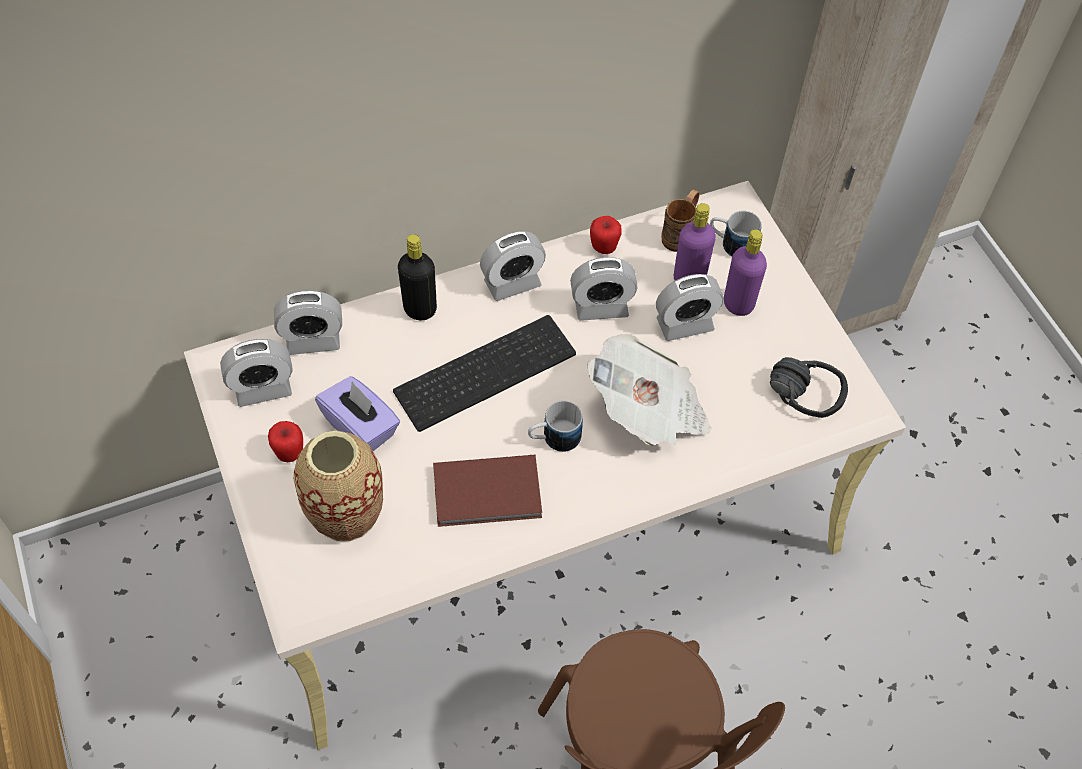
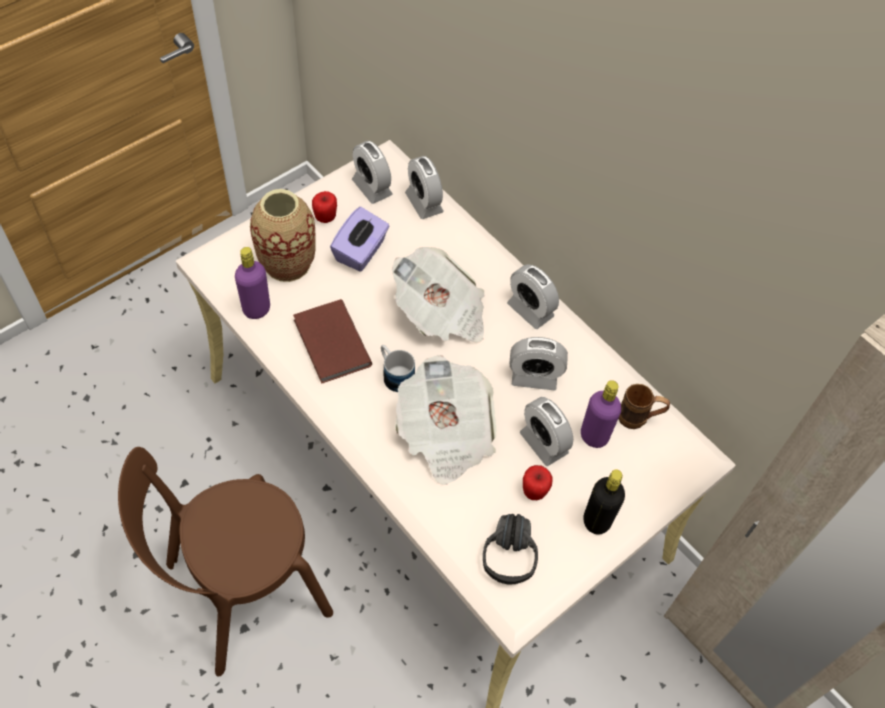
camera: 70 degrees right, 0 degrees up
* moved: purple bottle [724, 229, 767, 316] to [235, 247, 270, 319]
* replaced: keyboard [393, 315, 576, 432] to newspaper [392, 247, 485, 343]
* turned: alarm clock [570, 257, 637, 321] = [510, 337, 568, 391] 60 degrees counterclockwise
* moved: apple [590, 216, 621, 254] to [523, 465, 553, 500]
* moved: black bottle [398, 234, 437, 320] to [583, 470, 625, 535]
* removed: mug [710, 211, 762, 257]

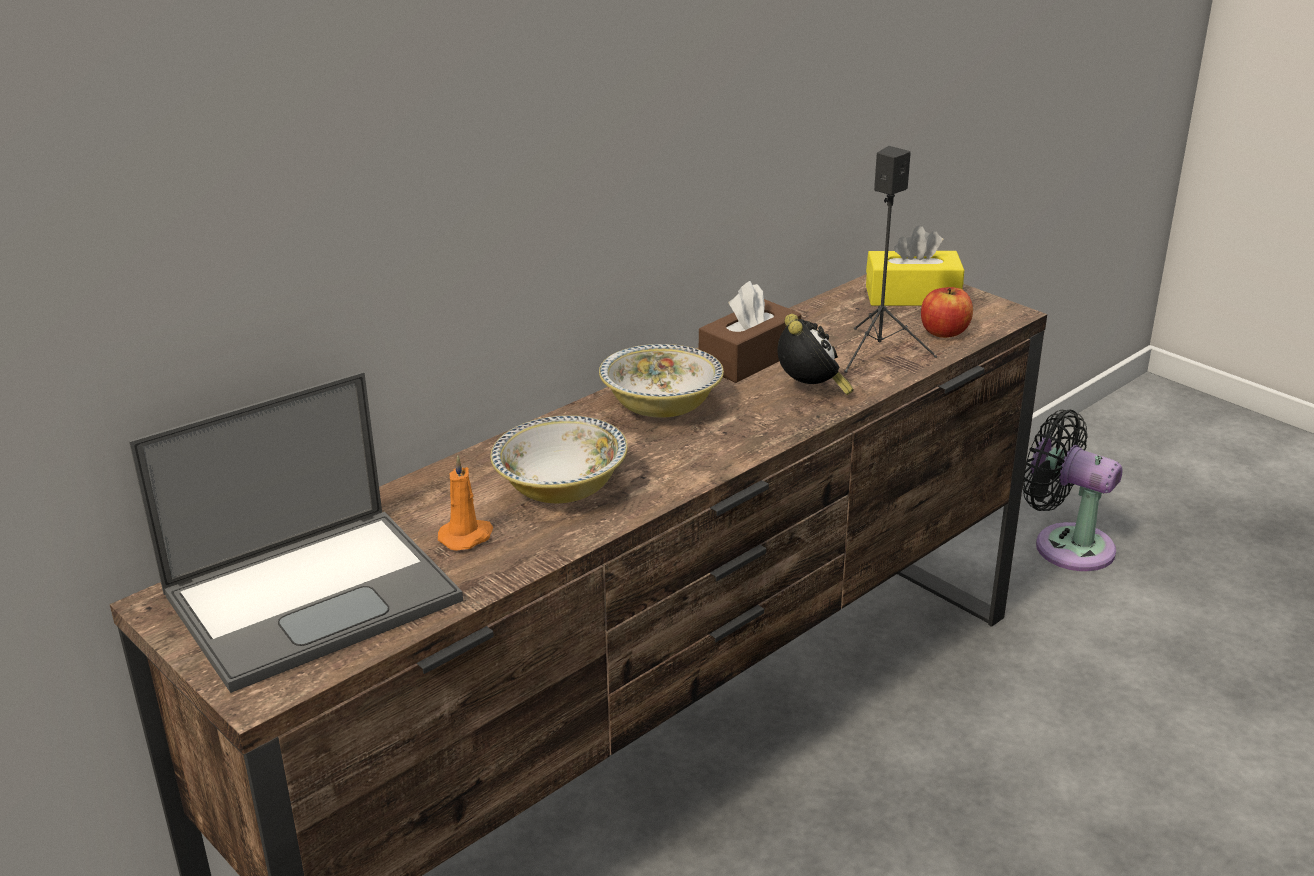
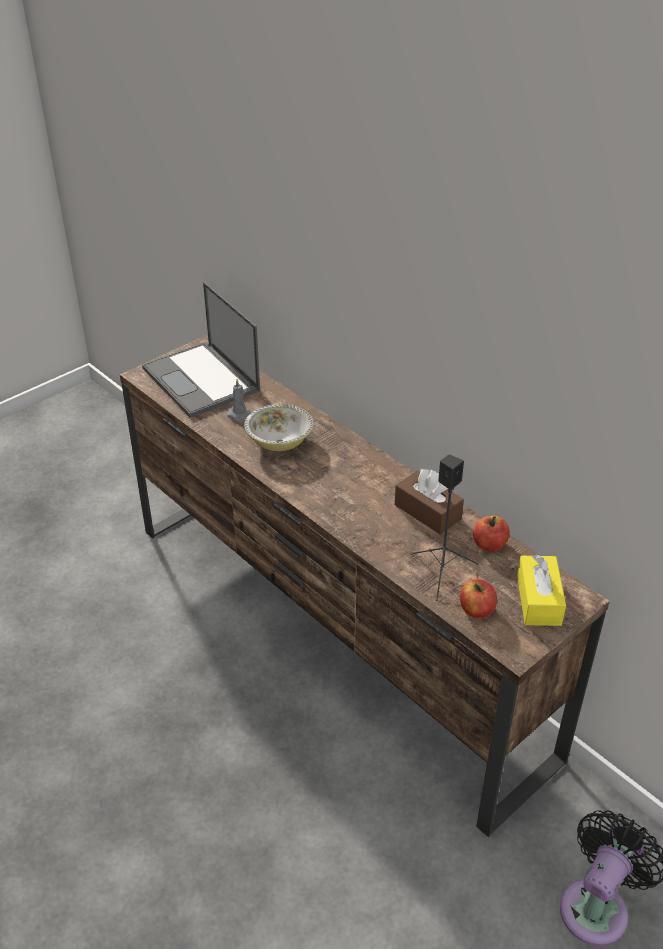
camera: 90 degrees right, 10 degrees up
* recoloured: orange candle [438, 455, 493, 551] to grey candle [227, 379, 251, 423]
* added: apple [473, 516, 510, 551]
* removed: bowl [599, 344, 724, 418]
* removed: alarm clock [778, 314, 854, 395]

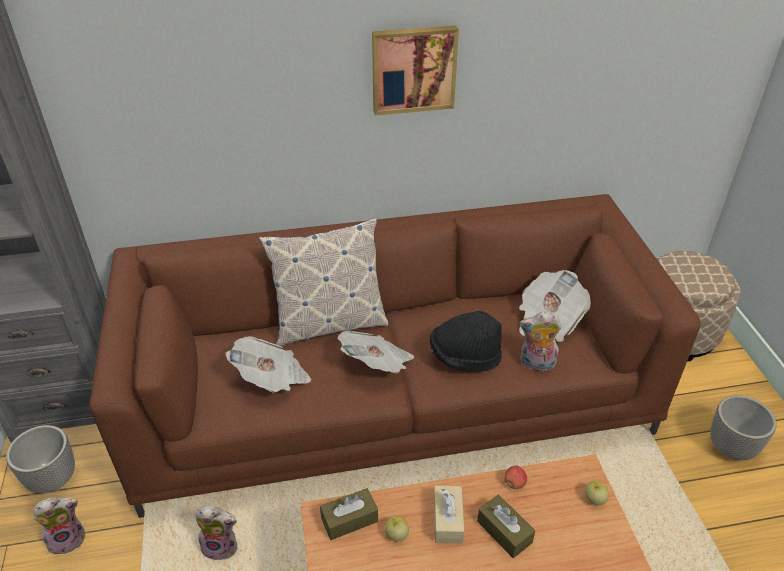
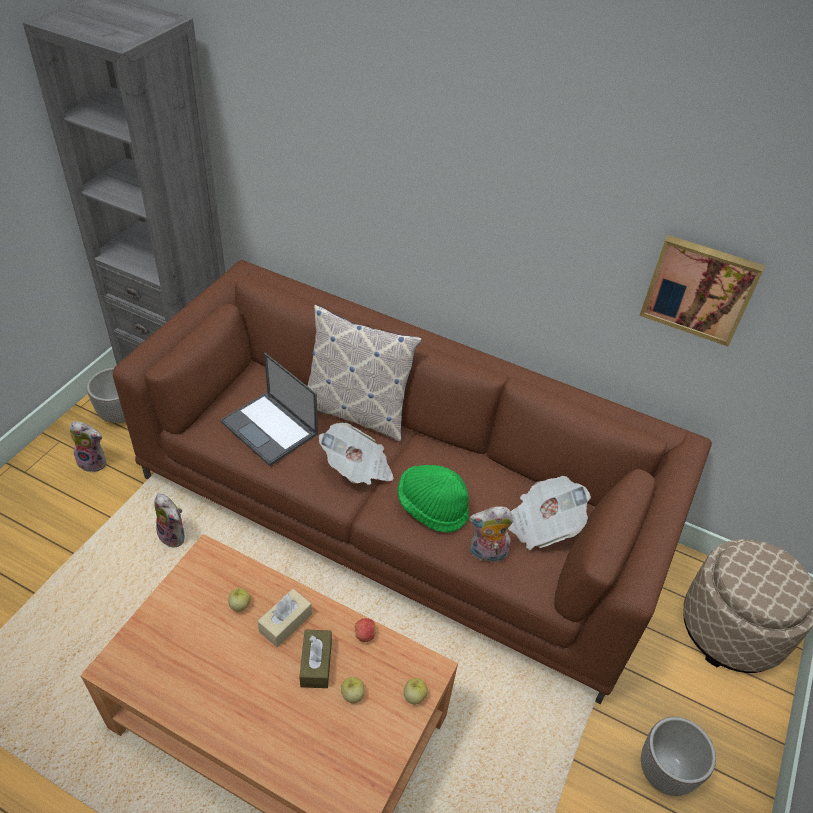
camera: 35 degrees right, 5 degrees up
* replaced: newspaper [226, 336, 311, 393] to laptop [220, 353, 318, 466]
* added: apple [341, 677, 364, 703]
* recoloured: black hat [430, 311, 502, 372] to green hat [397, 465, 469, 533]
* turned: plush toy [520, 312, 561, 371] = [469, 506, 514, 563] 45 degrees counterclockwise
* moved: picture [372, 25, 459, 115] to [639, 235, 765, 346]
* removed: brown tissue box [320, 488, 378, 540]

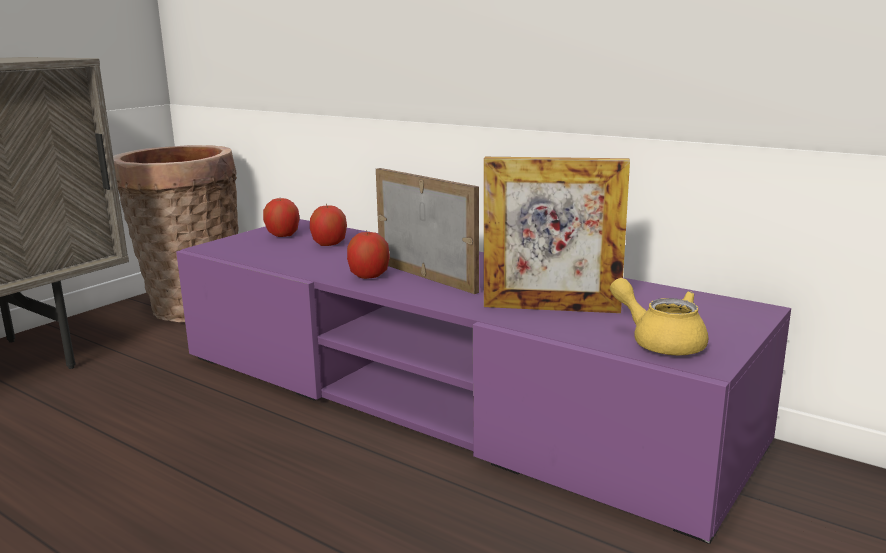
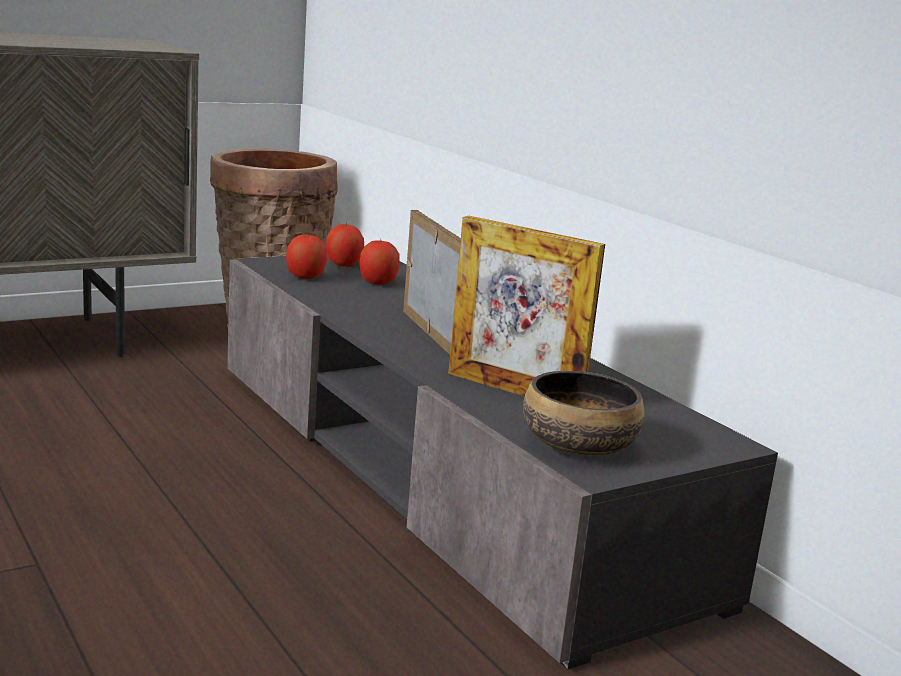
camera: 20 degrees right, 0 degrees up
* recoloured: purple tv stand [176, 219, 791, 544] to grey tv stand [227, 254, 778, 669]
* moved: apple [347, 230, 390, 279] to [286, 233, 327, 279]
* replaced: yellow teapot [610, 278, 709, 355] to bowl [523, 371, 645, 456]

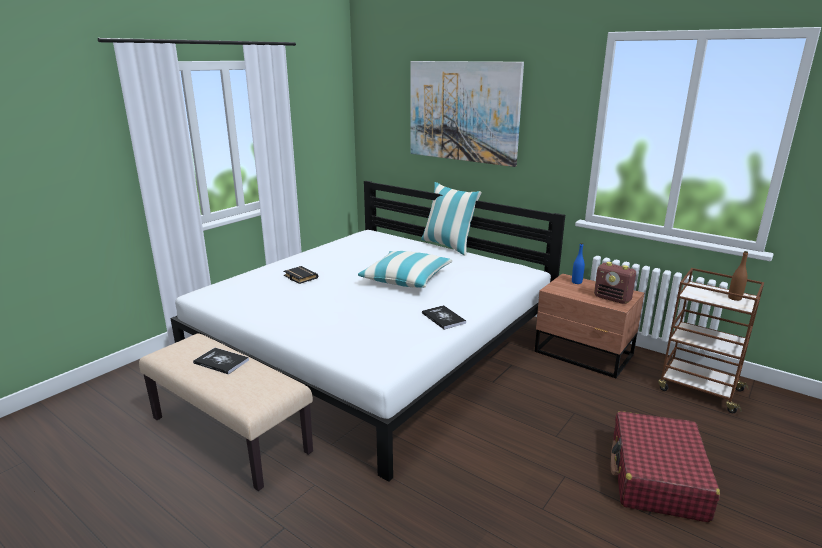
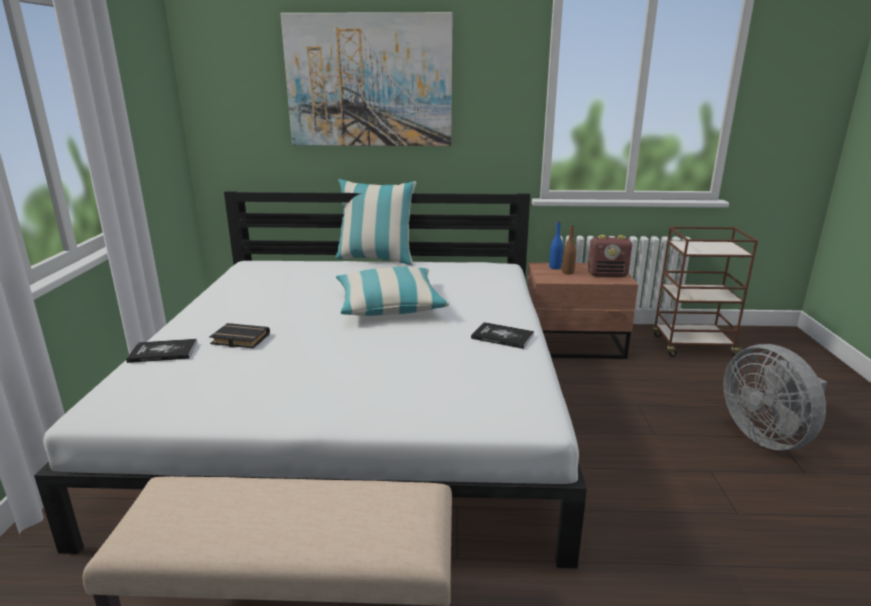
camera: 35 degrees left, 0 degrees up
* moved: book [193, 348, 249, 374] to [126, 339, 197, 363]
* moved: brown bottle [728, 251, 748, 301] to [562, 225, 576, 274]
* replaced: red suitcase [611, 411, 720, 522] to grey fan [724, 344, 827, 450]

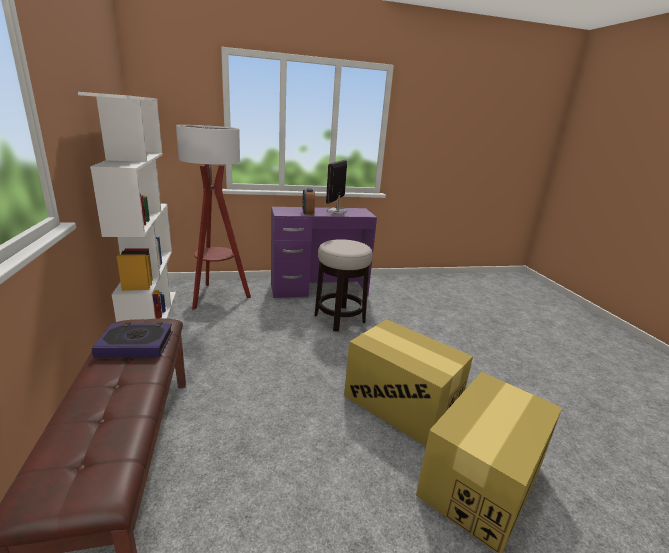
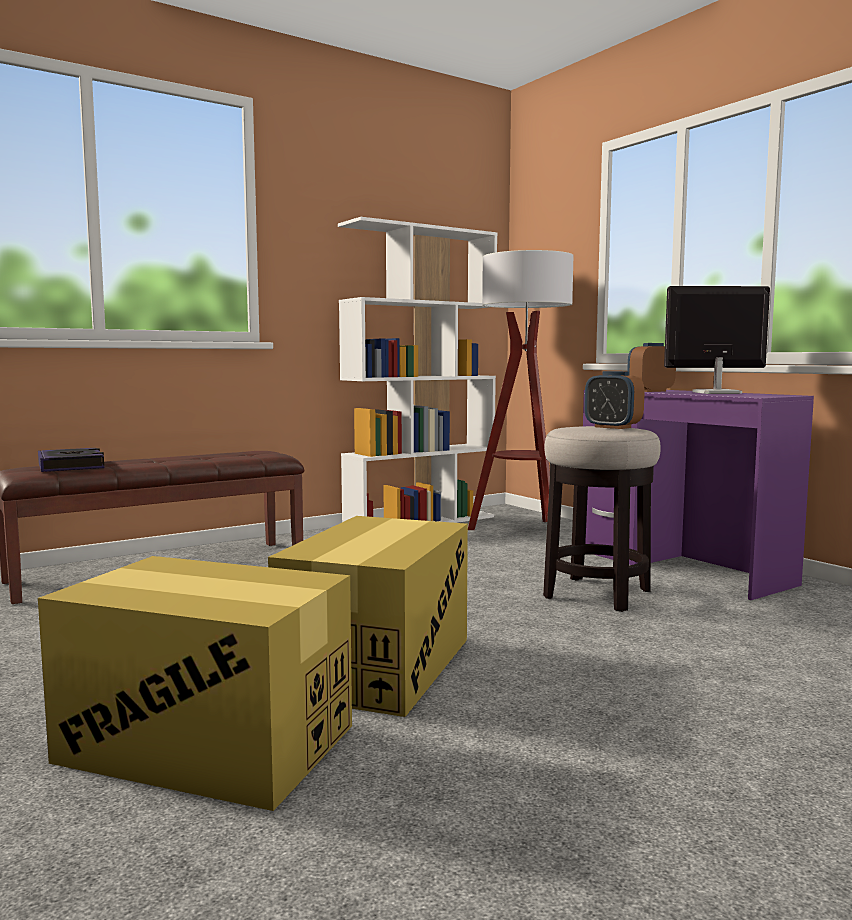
camera: 70 degrees right, 15 degrees down
* moved: book [92, 322, 173, 358] to [38, 448, 104, 472]
* added: alarm clock [584, 371, 645, 429]

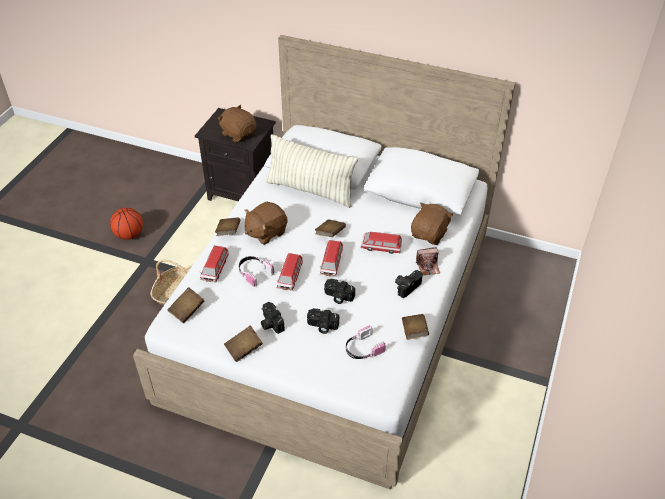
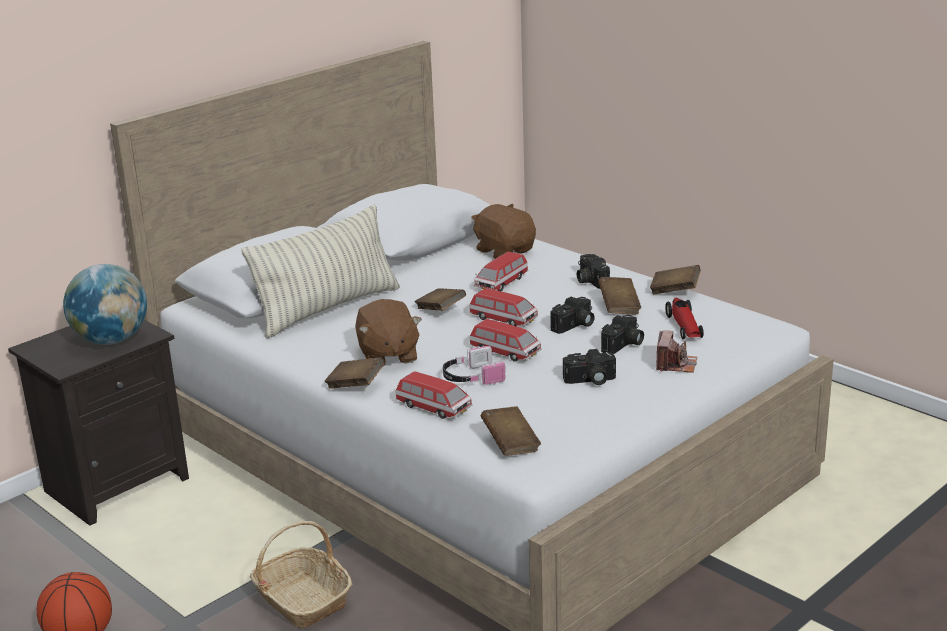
camera: 65 degrees left, 20 degrees down
* replaced: brown plush toy [218, 105, 256, 143] to globe [63, 264, 147, 345]
* moved: brown book [224, 326, 263, 362] to [598, 277, 641, 314]
* moved: photo camera [416, 247, 440, 275] to [656, 330, 697, 373]
* replaced: headphones [346, 325, 386, 359] to toy car [665, 297, 704, 339]

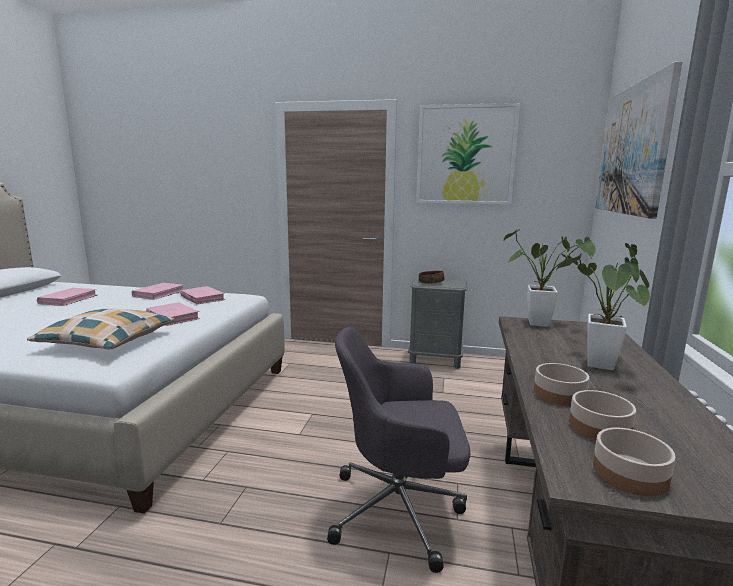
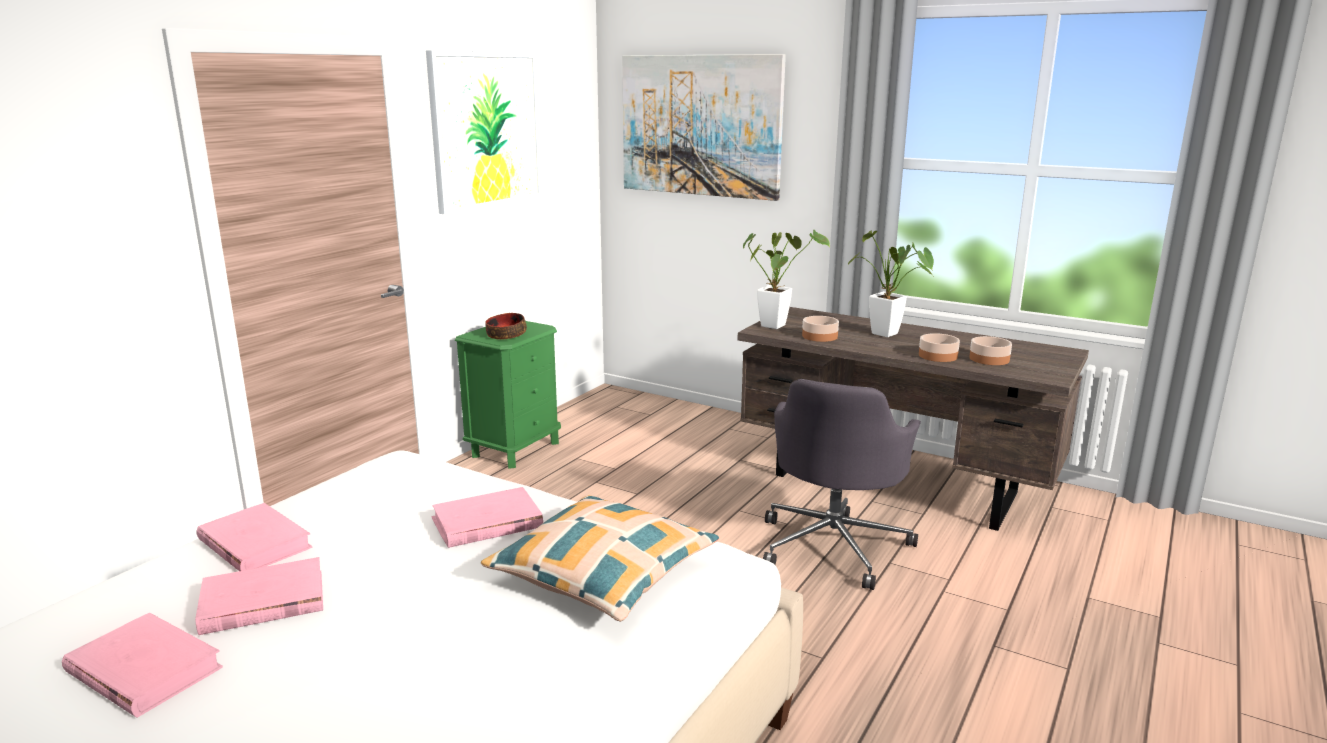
camera: 70 degrees left, 5 degrees up
* moved: pink book [180, 286, 225, 305] to [195, 557, 323, 635]
* recoloured: grey nightstand [408, 277, 467, 369] to green nightstand [455, 321, 561, 469]
* moved: bowl [593, 427, 676, 496] to [802, 316, 839, 342]

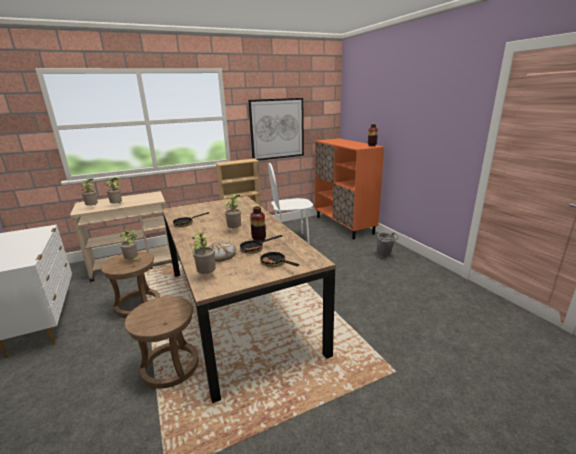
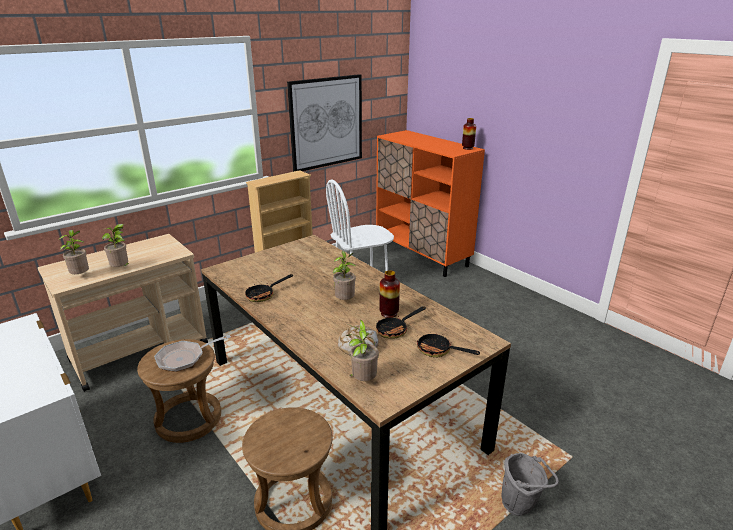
camera: 15 degrees left, 5 degrees up
* replaced: potted plant [120, 230, 140, 260] to frying pan [154, 334, 231, 372]
* moved: grey bucket [377, 232, 399, 258] to [502, 453, 559, 516]

